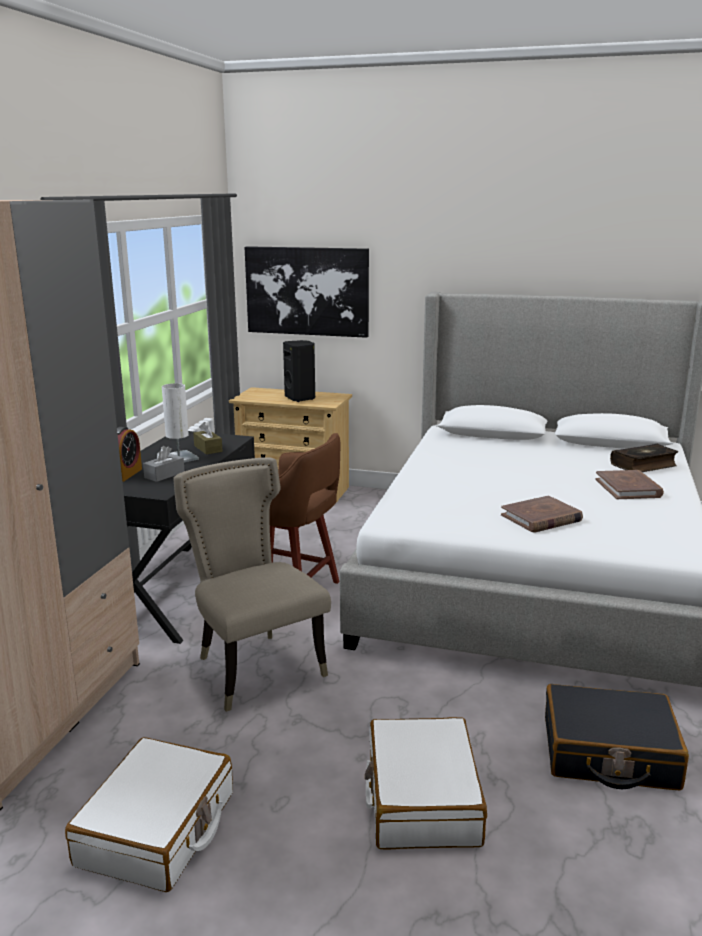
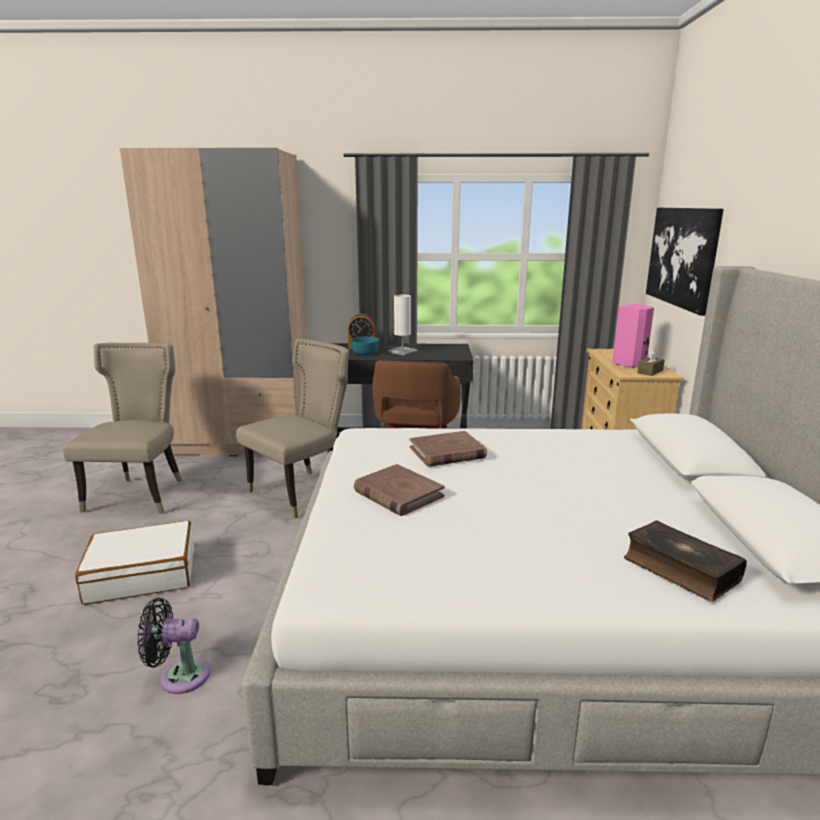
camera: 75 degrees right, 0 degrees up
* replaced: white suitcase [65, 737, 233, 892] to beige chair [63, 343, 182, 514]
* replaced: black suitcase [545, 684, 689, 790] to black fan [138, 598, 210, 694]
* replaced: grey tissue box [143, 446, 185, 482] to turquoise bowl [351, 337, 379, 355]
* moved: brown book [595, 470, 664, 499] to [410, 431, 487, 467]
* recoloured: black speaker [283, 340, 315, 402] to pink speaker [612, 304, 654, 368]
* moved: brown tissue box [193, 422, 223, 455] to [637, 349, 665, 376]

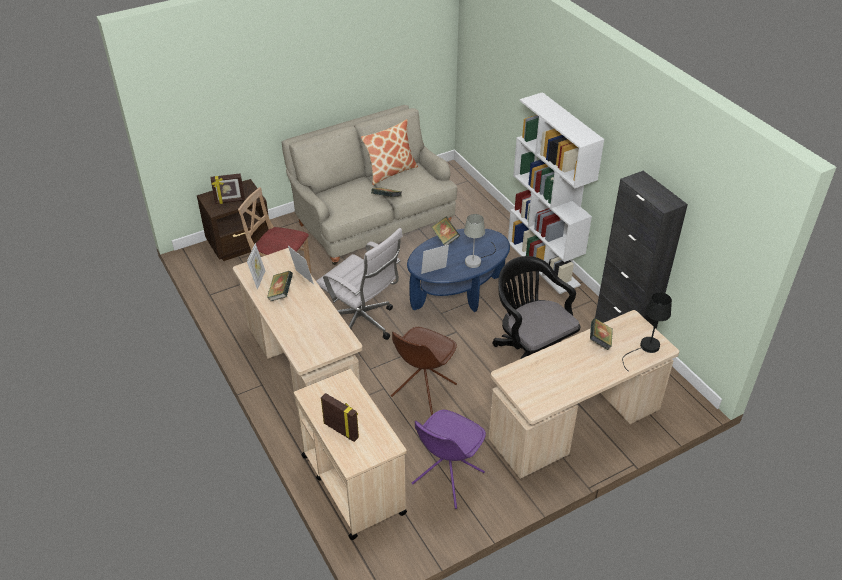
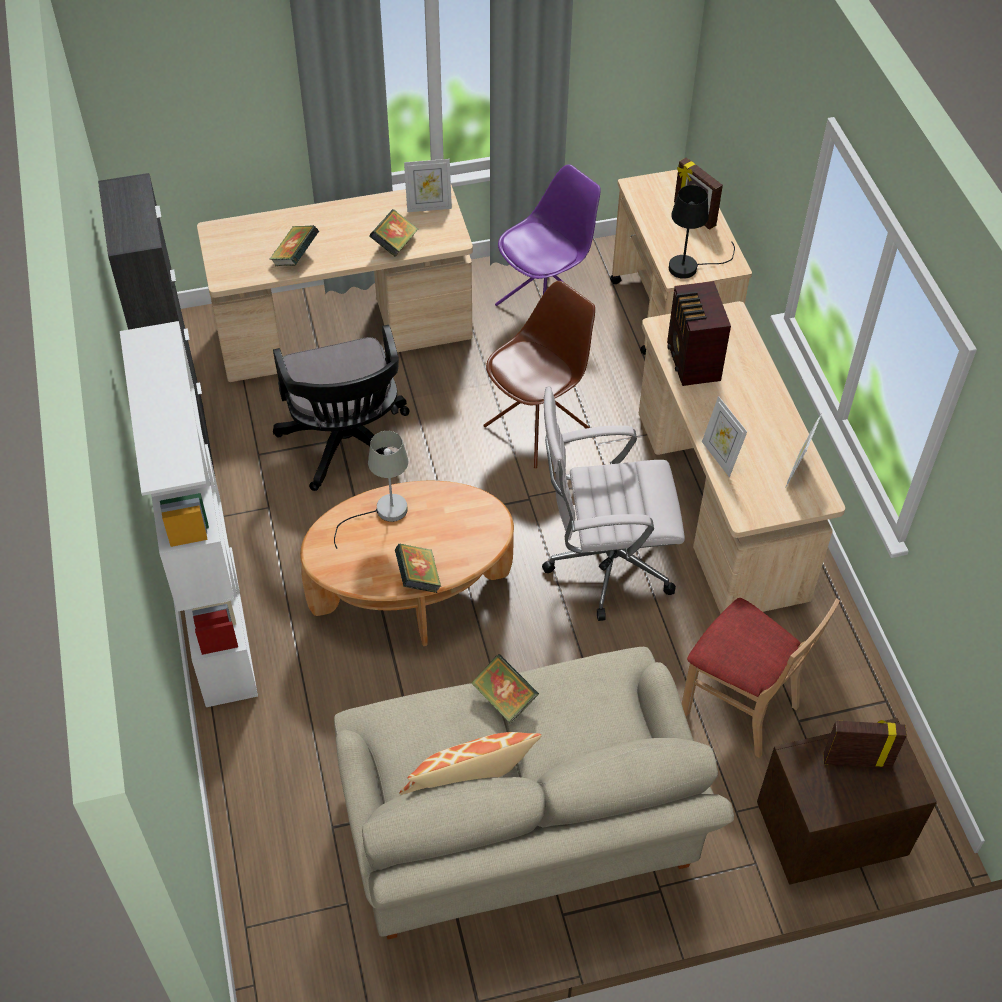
camera: 165 degrees left, 10 degrees up
* recoloured: blue coffee table [407, 229, 510, 312] to brown coffee table [300, 481, 514, 646]
* moved: book [267, 271, 293, 301] to [370, 209, 418, 257]
* moved: picture frame [421, 245, 449, 274] to [404, 159, 452, 212]
* turned: white office chair [316, 228, 403, 340] = [542, 386, 685, 621] 60 degrees counterclockwise
* added: radio [667, 281, 731, 386]
* moved: black table lamp [622, 292, 672, 372] to [669, 185, 735, 279]

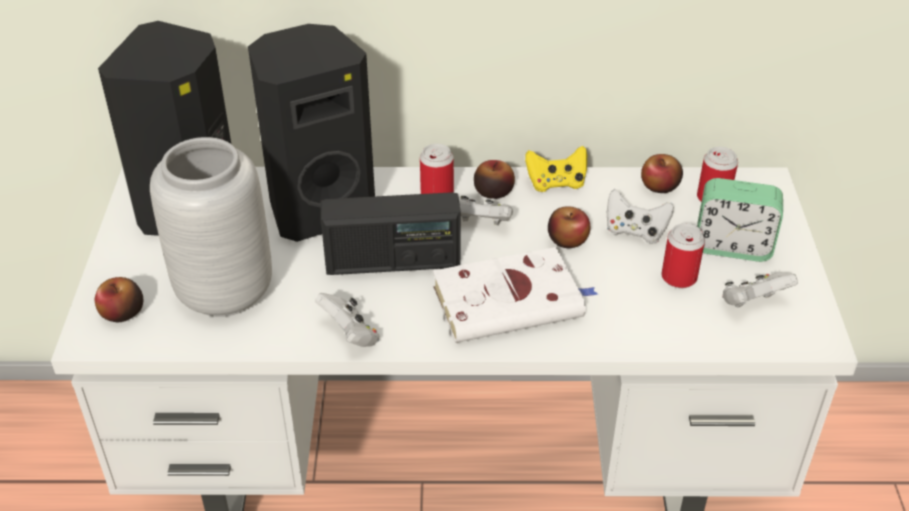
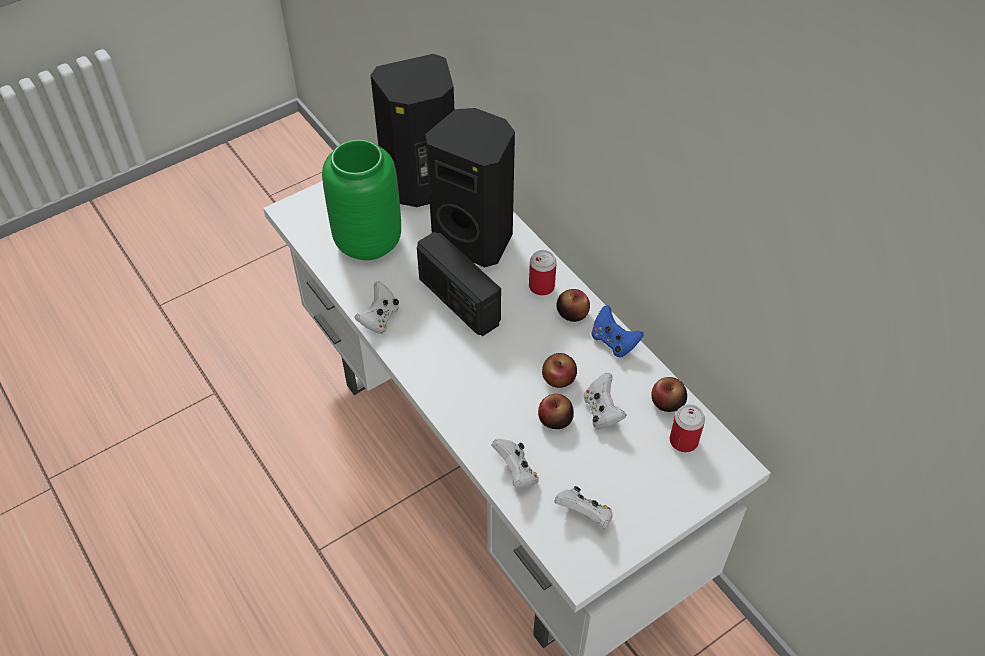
camera: 55 degrees right, 10 degrees up
* recoloured: grey vase [150, 137, 272, 317] to green vase [322, 139, 401, 260]
* moved: white game controller [459, 196, 513, 225] to [491, 439, 539, 488]
* moved: apple [95, 277, 143, 323] to [538, 394, 574, 429]
* recoloured: yellow game controller [525, 146, 587, 192] to blue game controller [592, 305, 644, 357]
* removed: white book [433, 247, 598, 343]
* removed: can [661, 223, 705, 288]
* removed: alarm clock [697, 178, 783, 262]

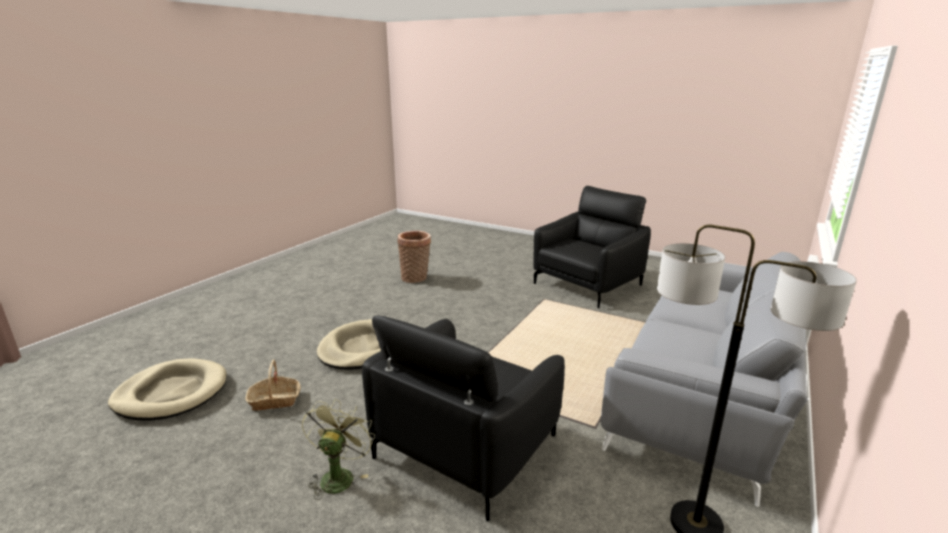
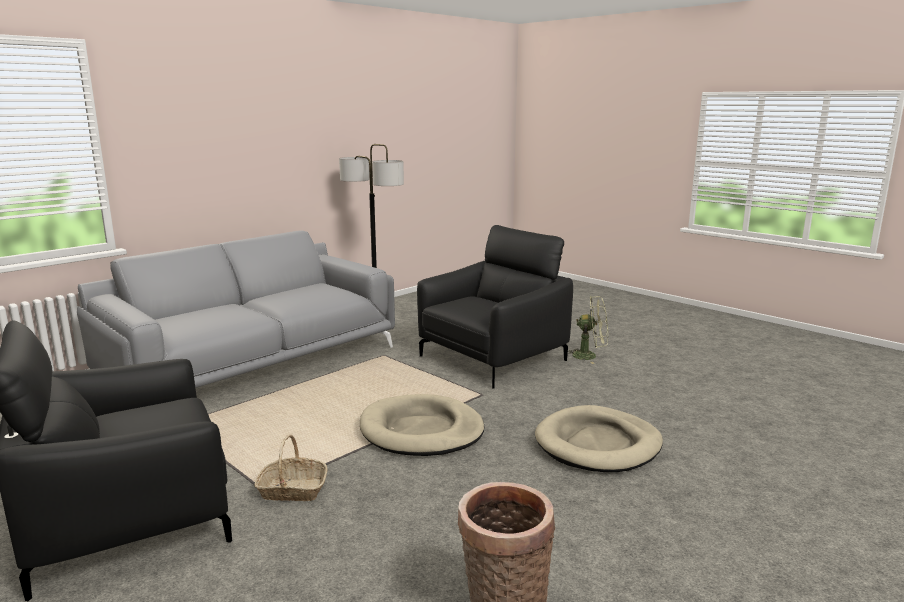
camera: 165 degrees left, 5 degrees down
* moved: basket [246, 360, 300, 411] to [254, 435, 328, 501]
* moved: beige dog bed [108, 358, 227, 421] to [360, 394, 484, 456]
* turned: green fan [302, 399, 375, 500] = [568, 296, 608, 364] 105 degrees counterclockwise

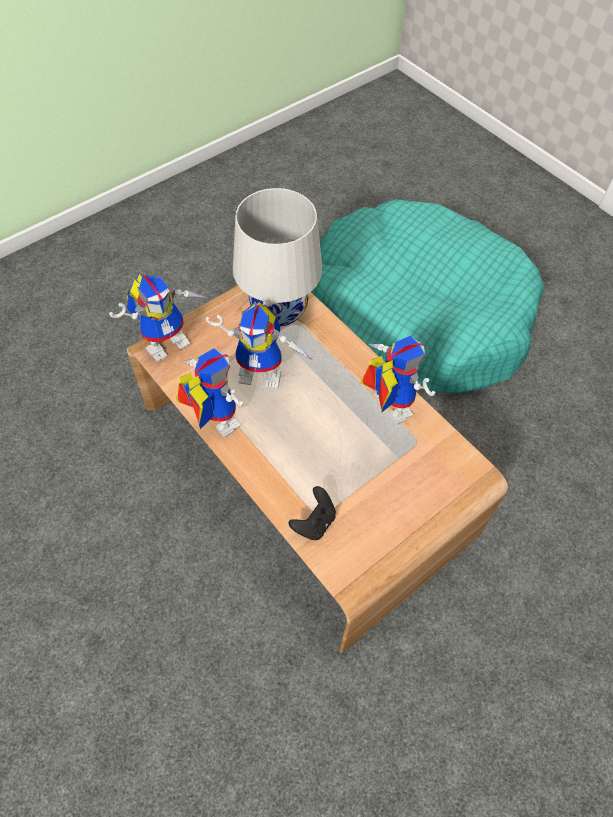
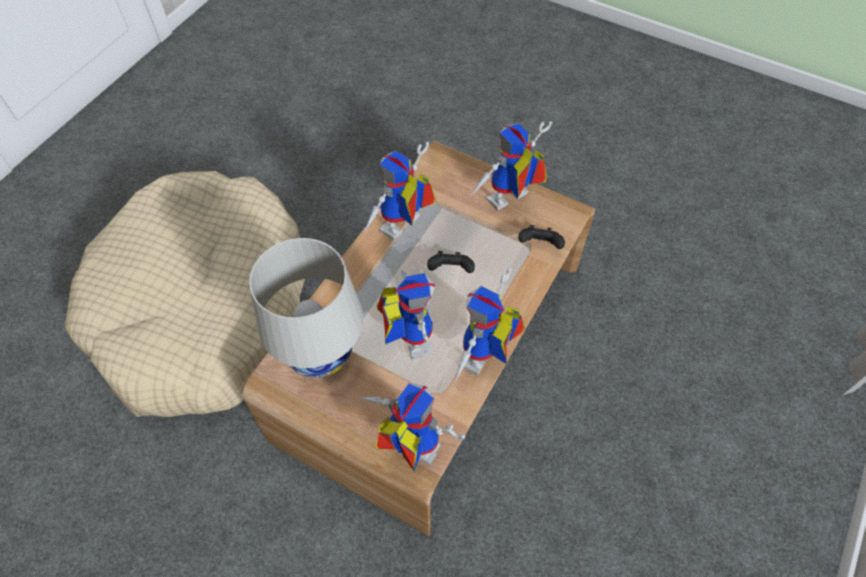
camera: 110 degrees left, 0 degrees up
* recoloured: turquoise dog bed [311, 200, 544, 394] to beige dog bed [65, 171, 305, 417]
* added: black game controller [427, 251, 475, 273]
* added: toy robot [471, 121, 552, 211]

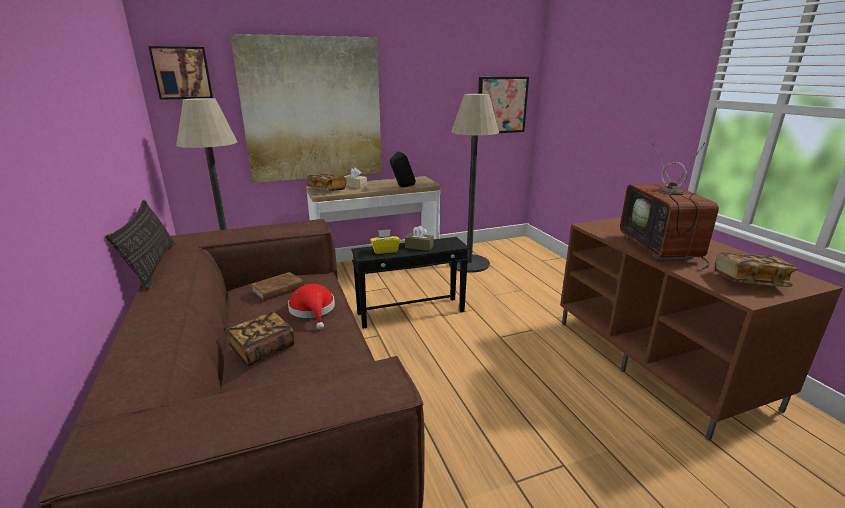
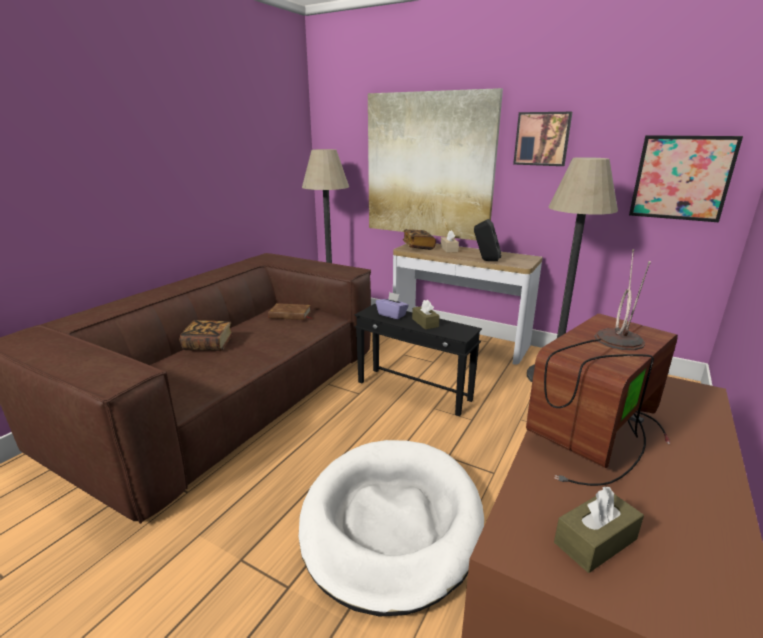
camera: 50 degrees right, 0 degrees up
* added: white dog bed [299, 440, 484, 617]
* recoloured: yellow tissue box [370, 229, 400, 254] to purple tissue box [376, 292, 409, 319]
* moved: picture [148, 46, 213, 100] to [513, 112, 572, 166]
* replaced: book [715, 253, 798, 287] to brown tissue box [554, 487, 644, 573]
* removed: pillow [106, 199, 176, 291]
* removed: red hat [288, 284, 335, 329]

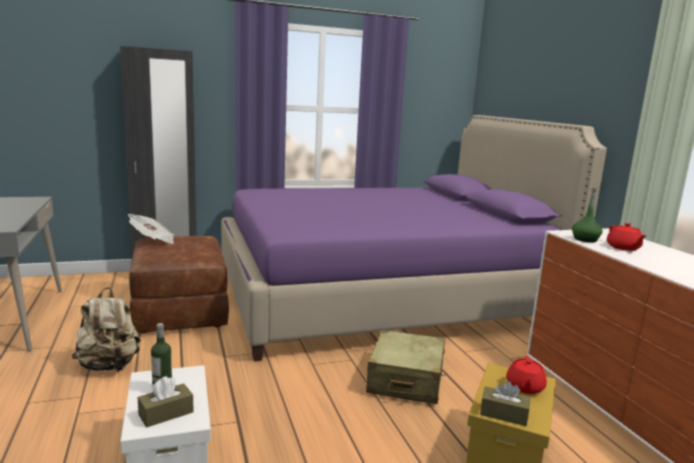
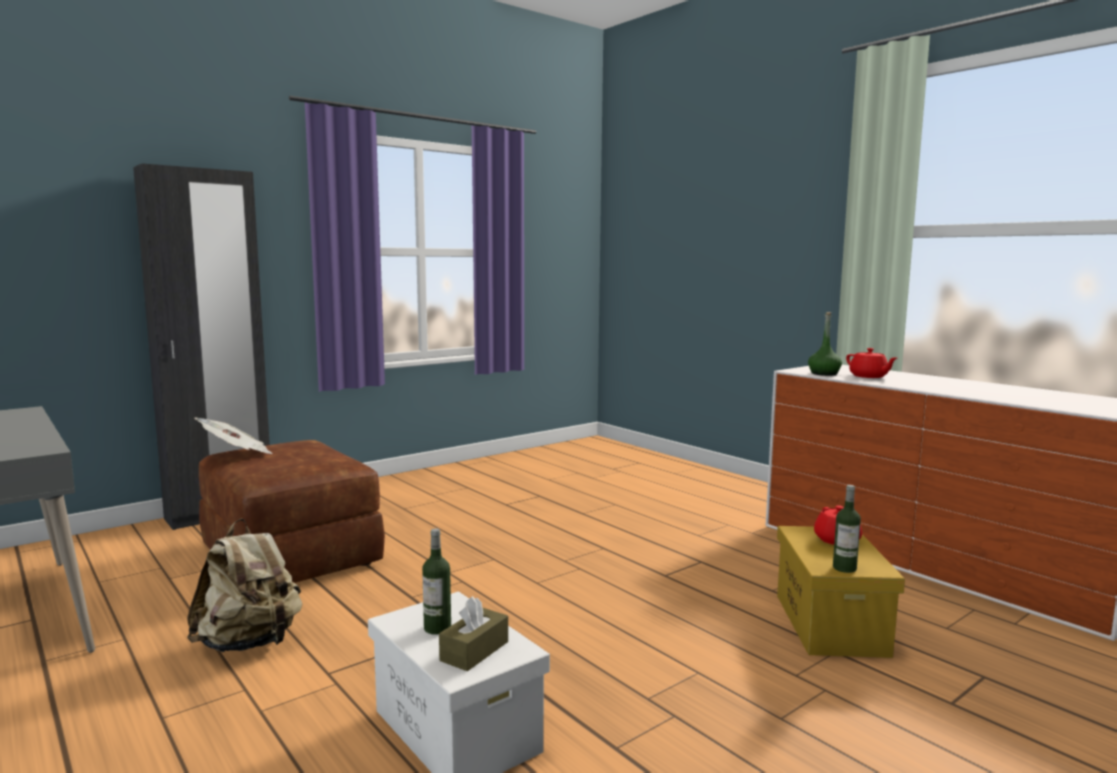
camera: 20 degrees left, 5 degrees down
* replaced: brown tissue box [480, 381, 530, 426] to bottle [833, 485, 861, 573]
* removed: purple bed [221, 115, 607, 362]
* removed: beige suitcase [366, 330, 445, 404]

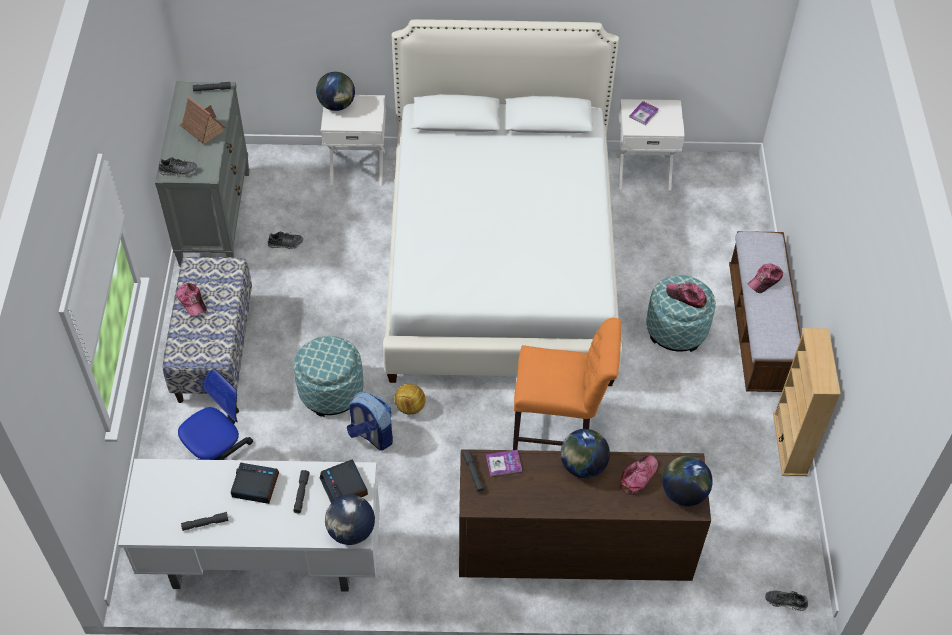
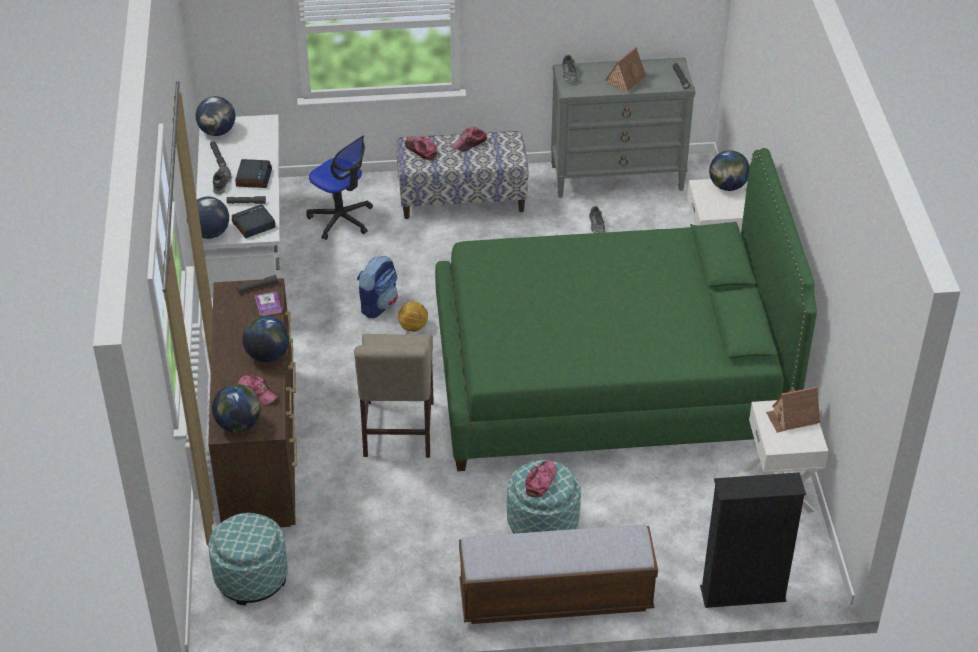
camera: 85 degrees right, 10 degrees down
* added: globe [196, 96, 235, 136]
* moved: ottoman [294, 336, 364, 417] to [208, 513, 288, 605]
* moved: shoe [765, 591, 808, 611] to [213, 165, 232, 194]
* recoloured: orange chair [513, 318, 621, 450] to beige chair [354, 334, 434, 458]
* moved: cap [748, 263, 783, 293] to [405, 136, 437, 161]
* recoloured: white bed [383, 19, 622, 386] to green bed [435, 148, 817, 471]
* added: black bookcase [700, 472, 806, 608]
* replaced: book [629, 101, 658, 125] to toy house [766, 386, 820, 433]
* removed: beige bookcase [773, 328, 841, 476]

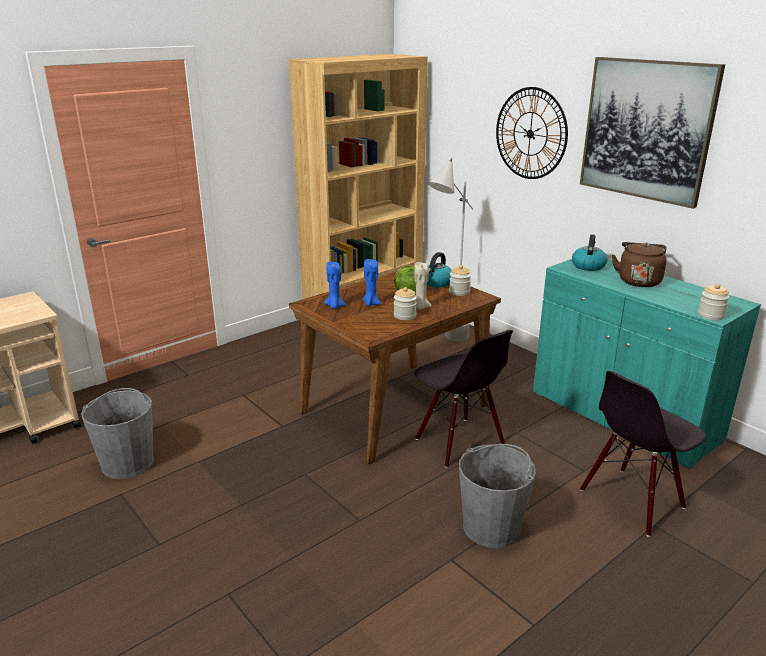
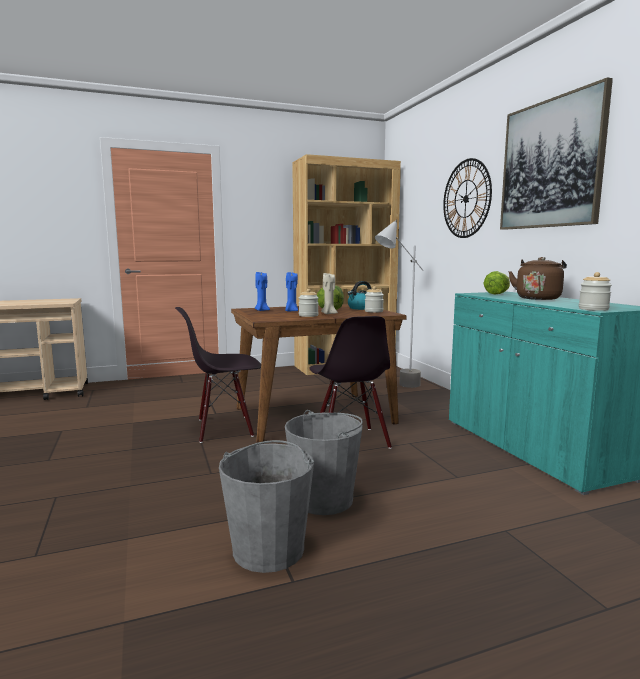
camera: 20 degrees right, 15 degrees down
* moved: black chair [580, 371, 706, 537] to [175, 307, 261, 443]
* moved: grey bucket [81, 388, 154, 479] to [219, 440, 314, 573]
* replaced: kettle [572, 234, 607, 271] to lettuce [483, 271, 510, 294]

